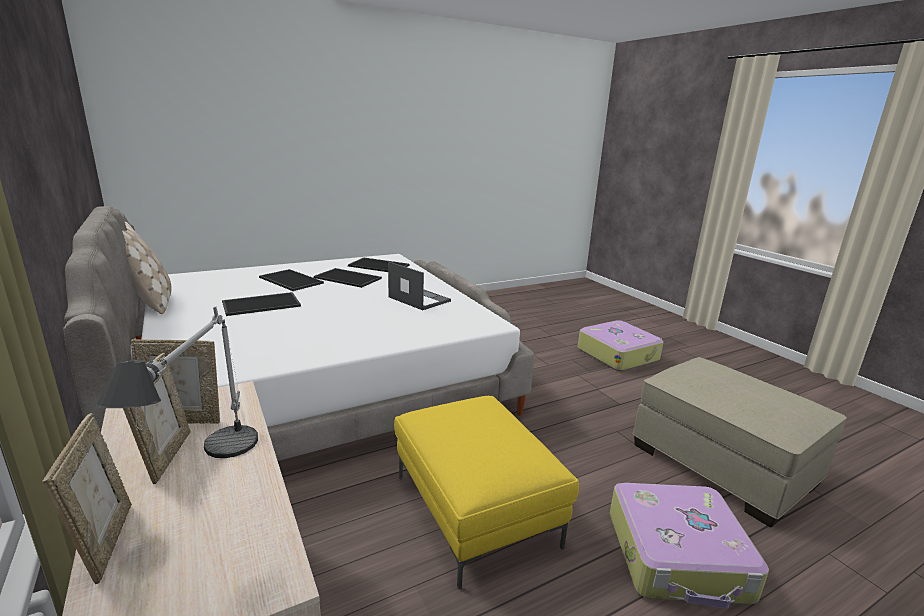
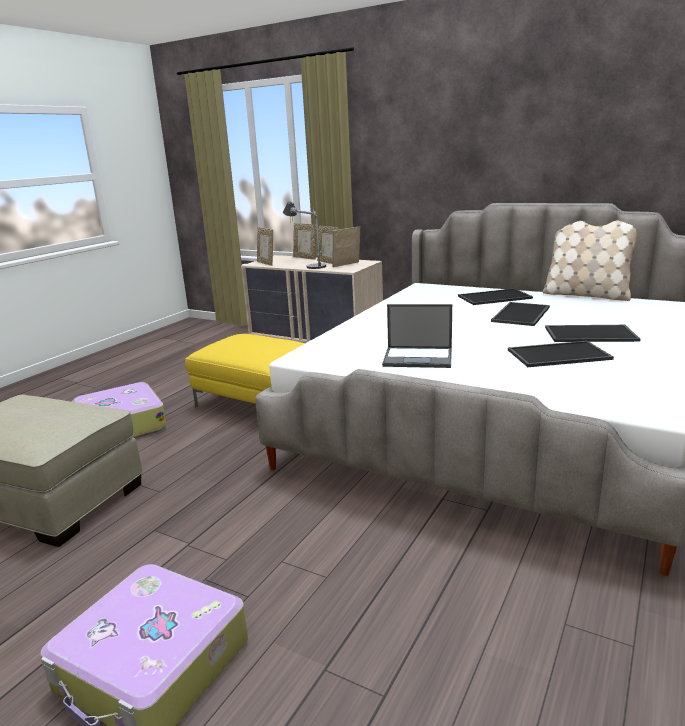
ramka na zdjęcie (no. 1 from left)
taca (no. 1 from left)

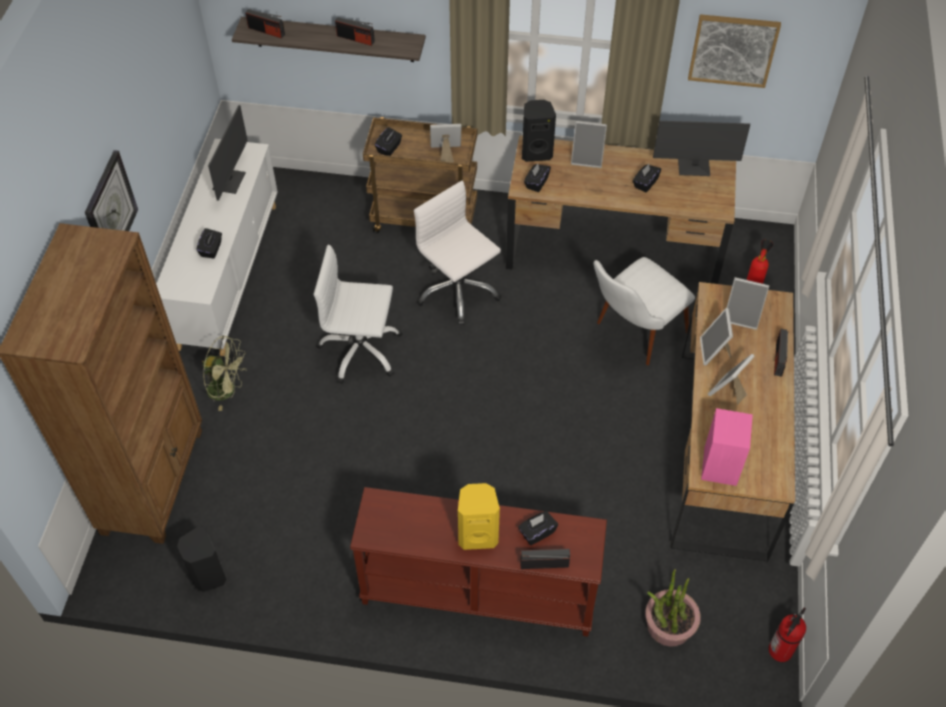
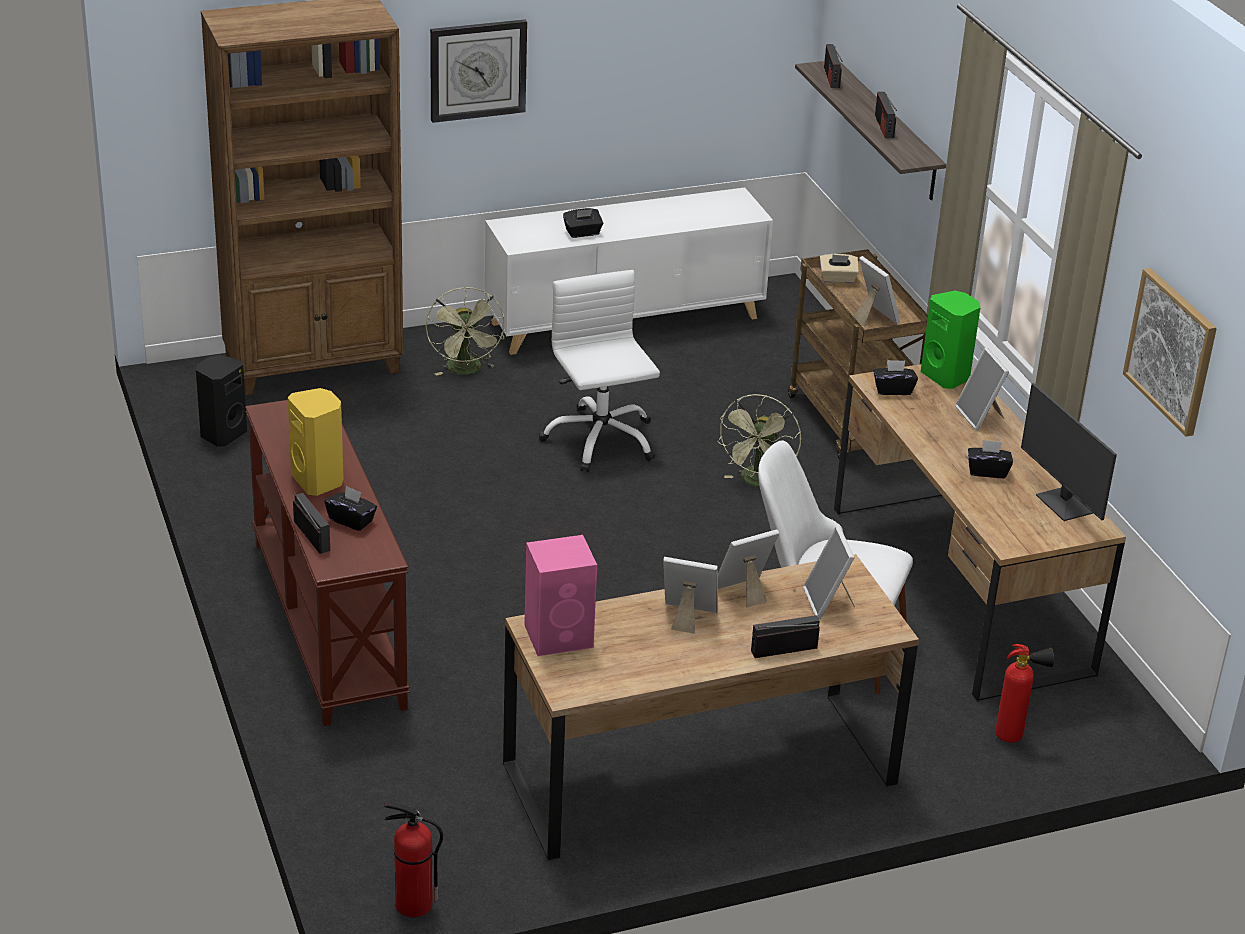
wentylator/zielony (no. 2 from left)
pudełko chusteczek/beżowy
głośnik/zielony
monitor (no. 1 from left in the first image)
roślina doniczkowa

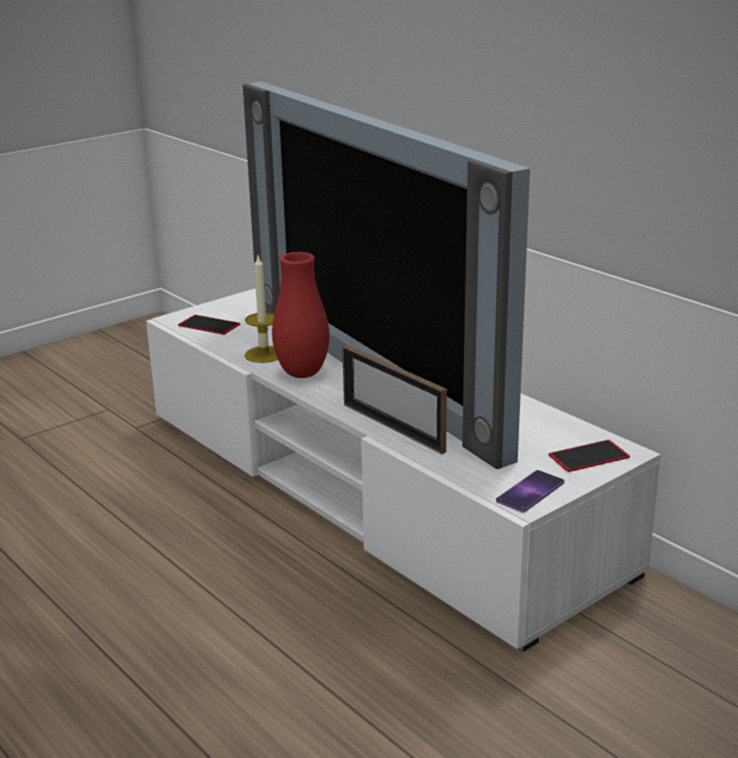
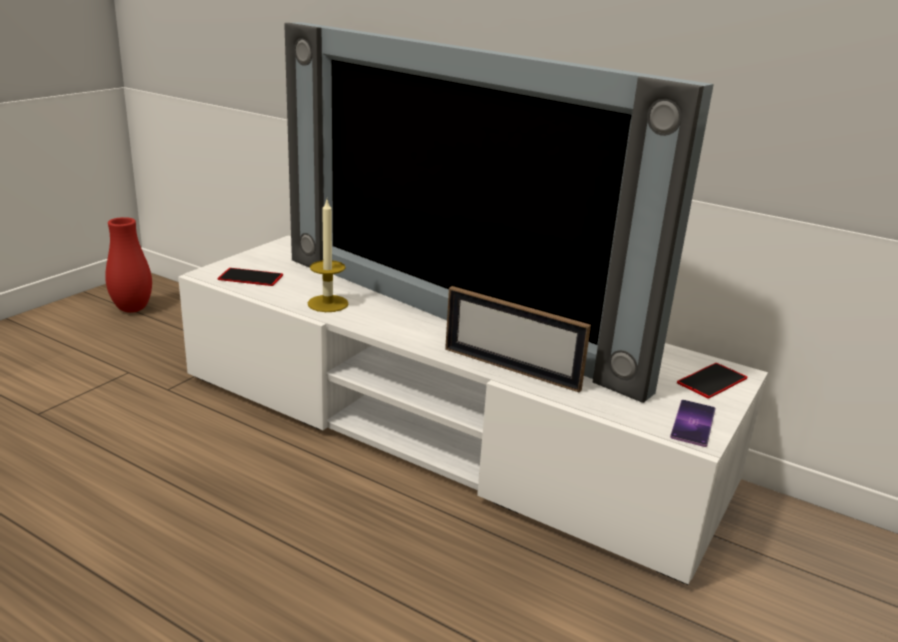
wazon/czerwony

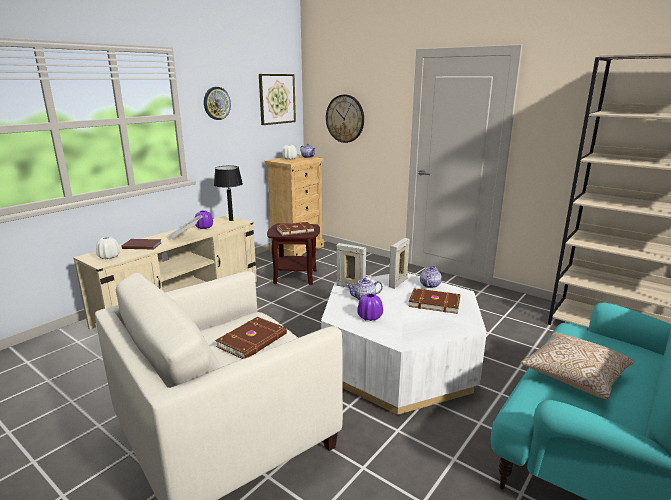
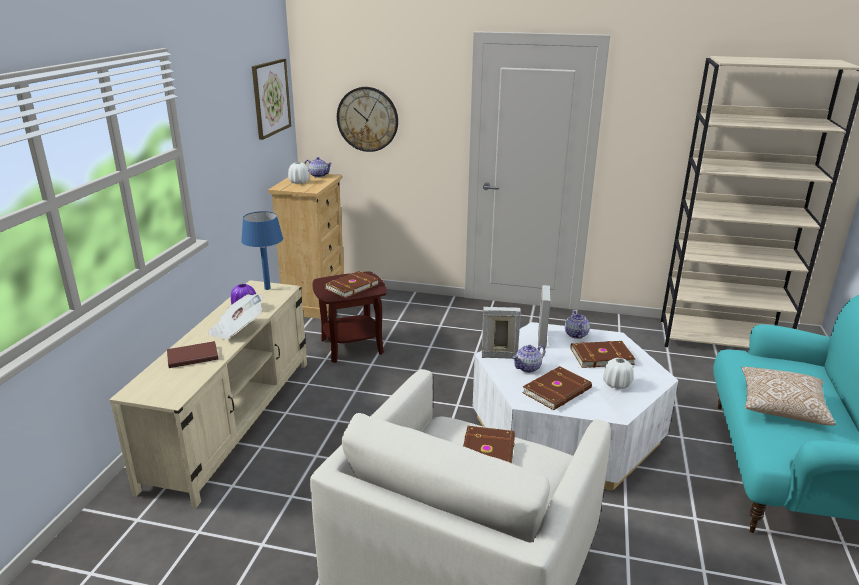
lampa stołowa/niebieski
książka/brązowy (no. 4 from left)
wazon/biały (no. 2 from left)
zegar ścienny (no. 1 from left in the first image)

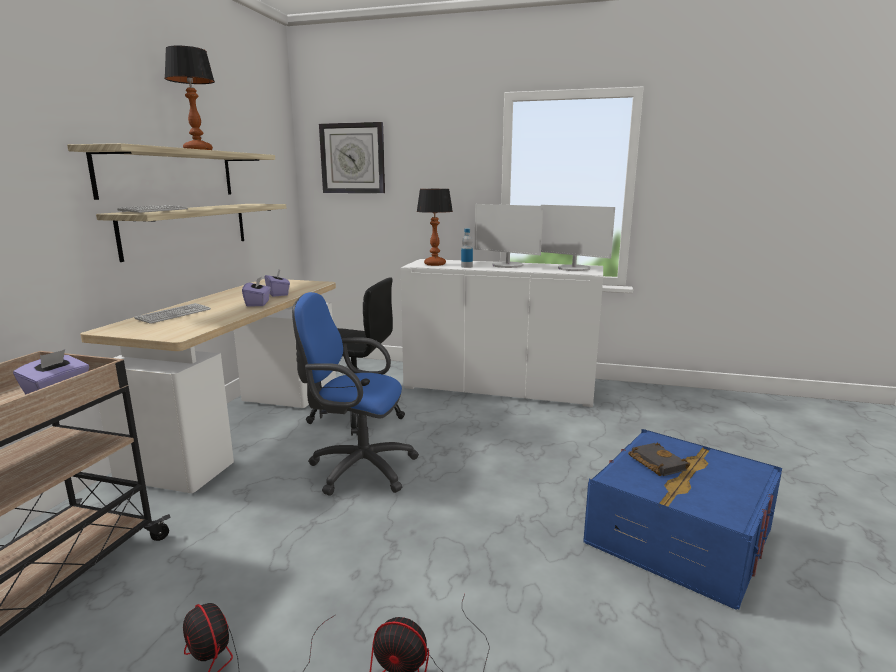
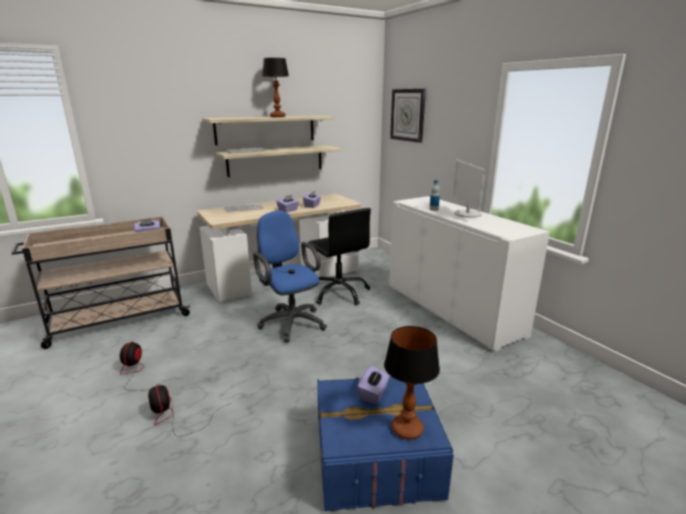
pudełko chusteczek/fioletowy (no. 4 from left)
lampa stołowa (no. 2 from left)
monitor (no. 2 from left in the first image)

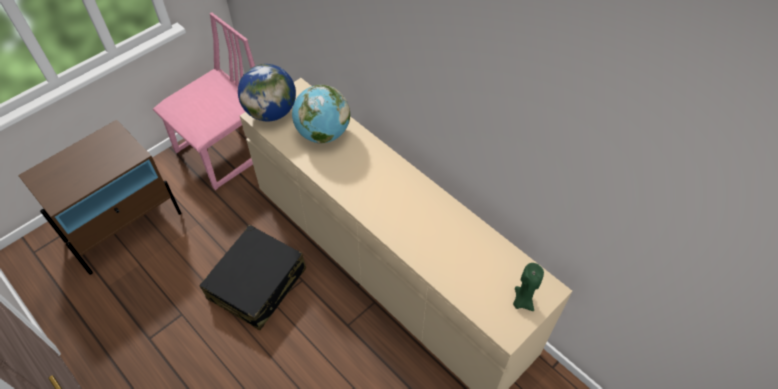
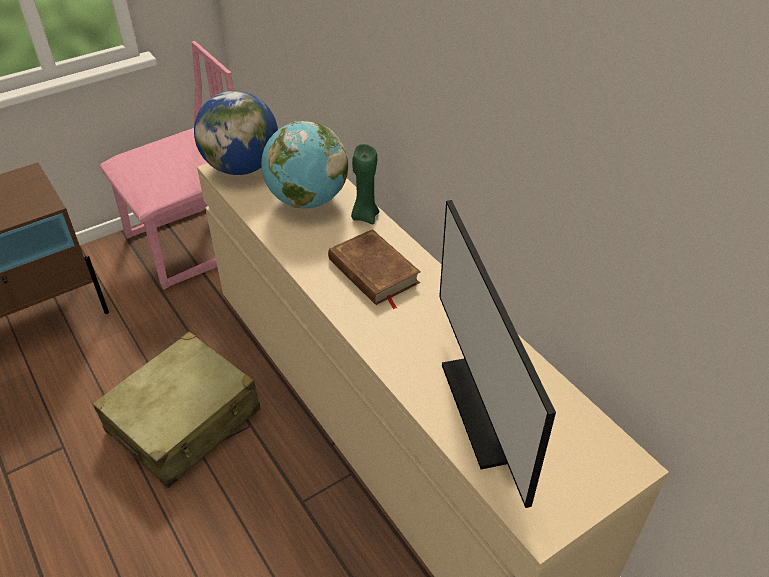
walizka/beżowy
książka/brązowy
świeca/zielony
monitor

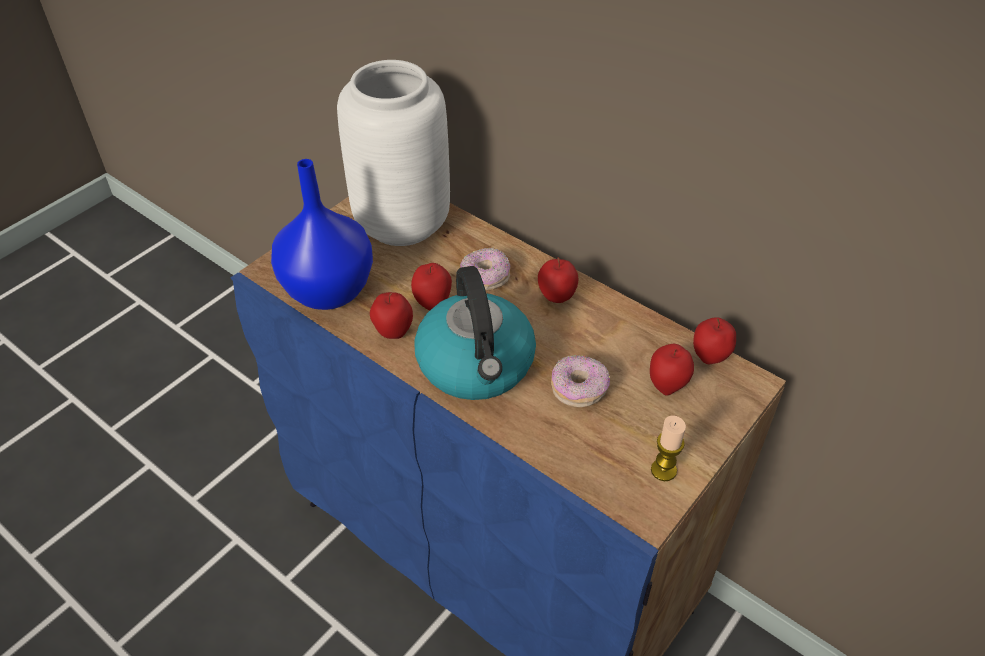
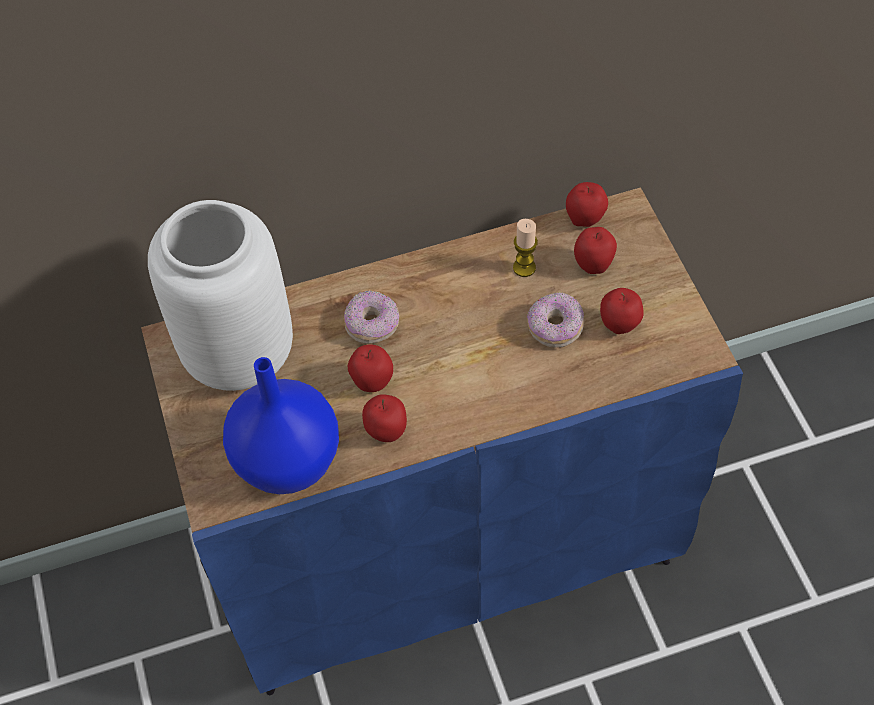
świeca
jabłko (no. 5 from left)
czajnik

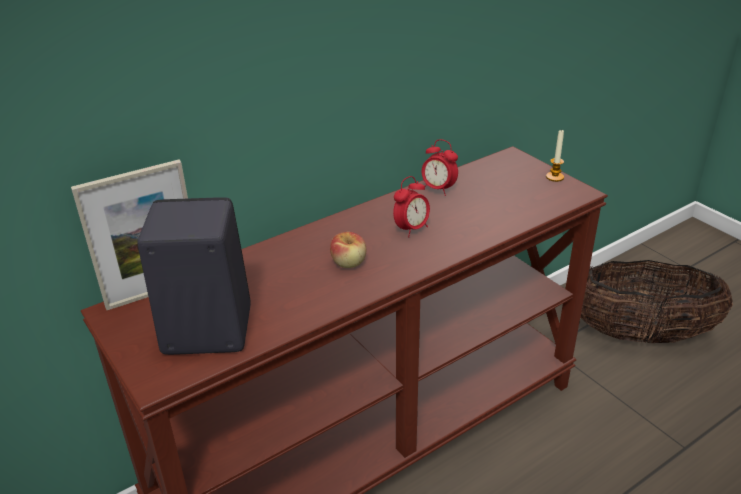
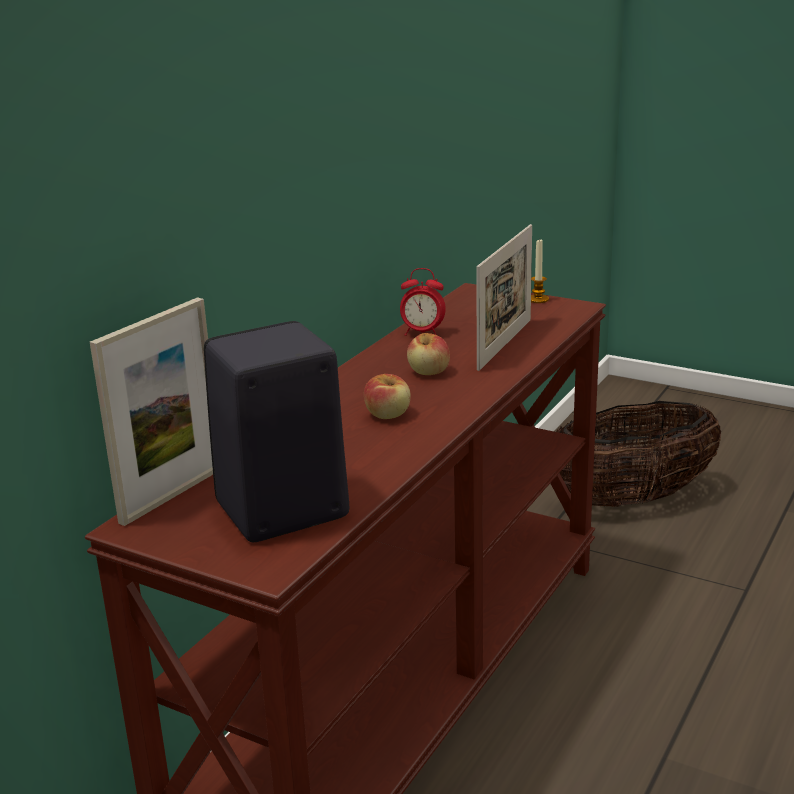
jabłko (no. 2 from left)
ramka na zdjęcie (no. 2 from left)

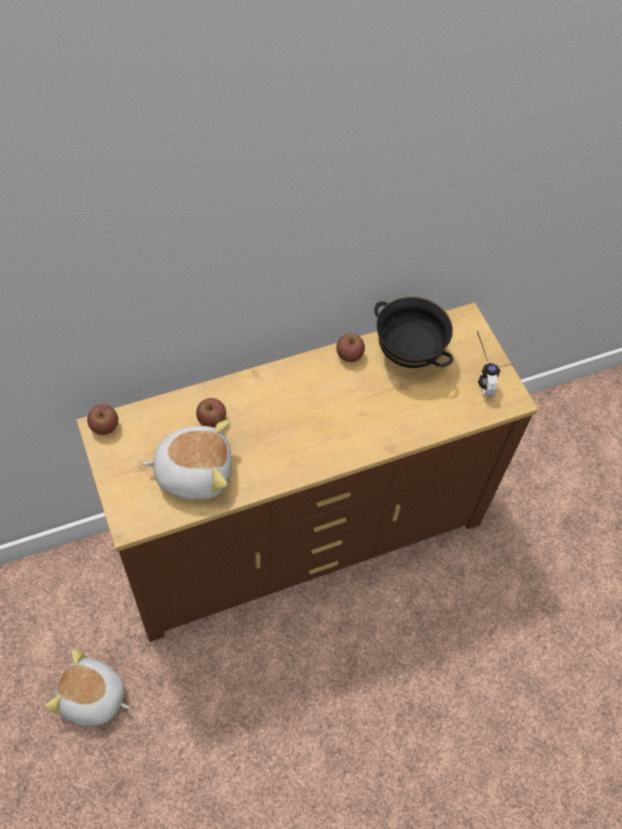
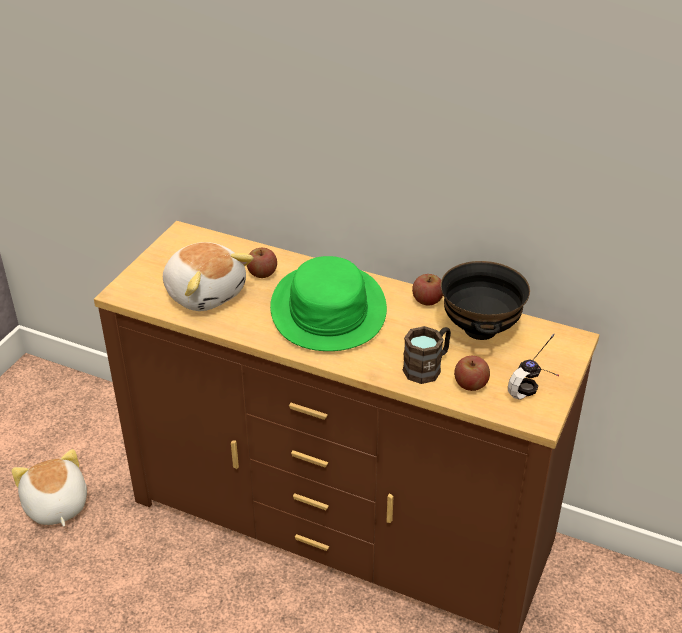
kapelusz/zielony
kubek/brązowy
jabłko (no. 3 from left)

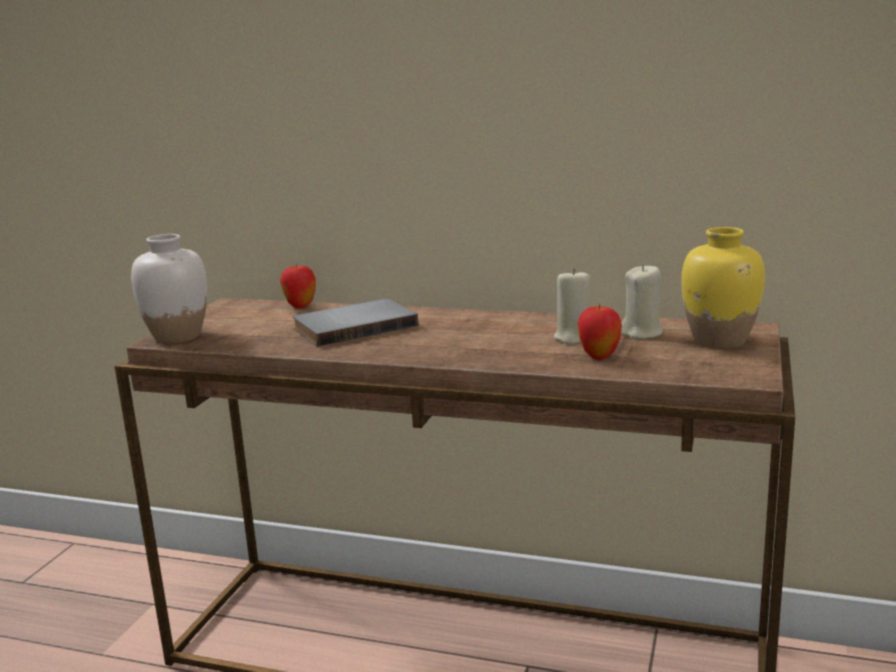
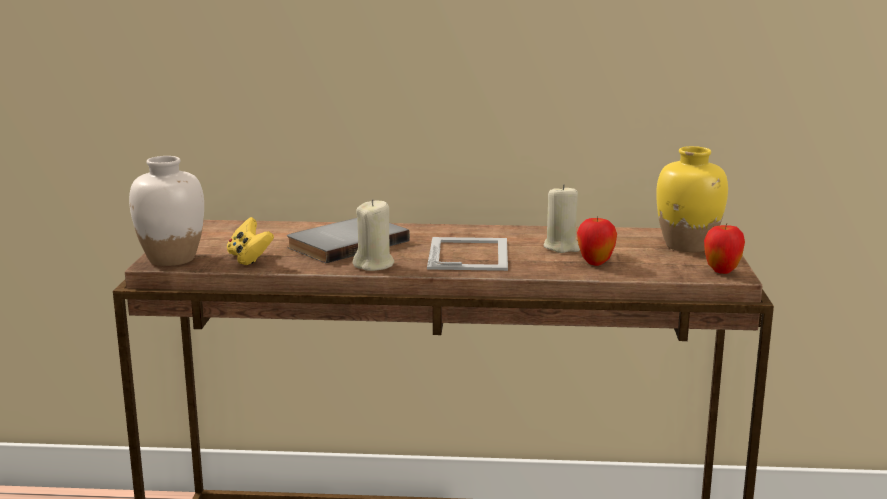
pad do gier/żółty
świeca/beżowy (no. 1 from left)
ramka na zdjęcie
jabłko (no. 2 from left)

